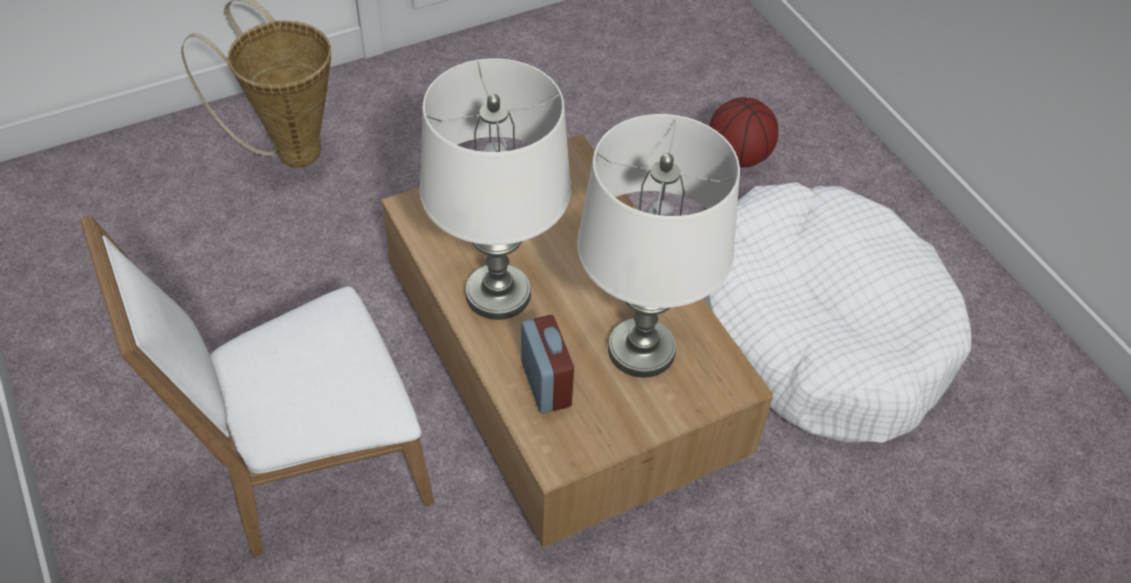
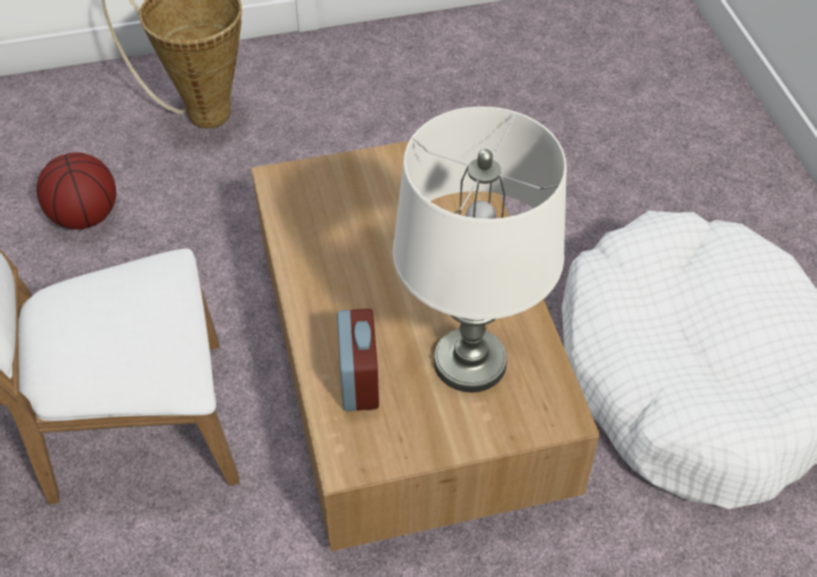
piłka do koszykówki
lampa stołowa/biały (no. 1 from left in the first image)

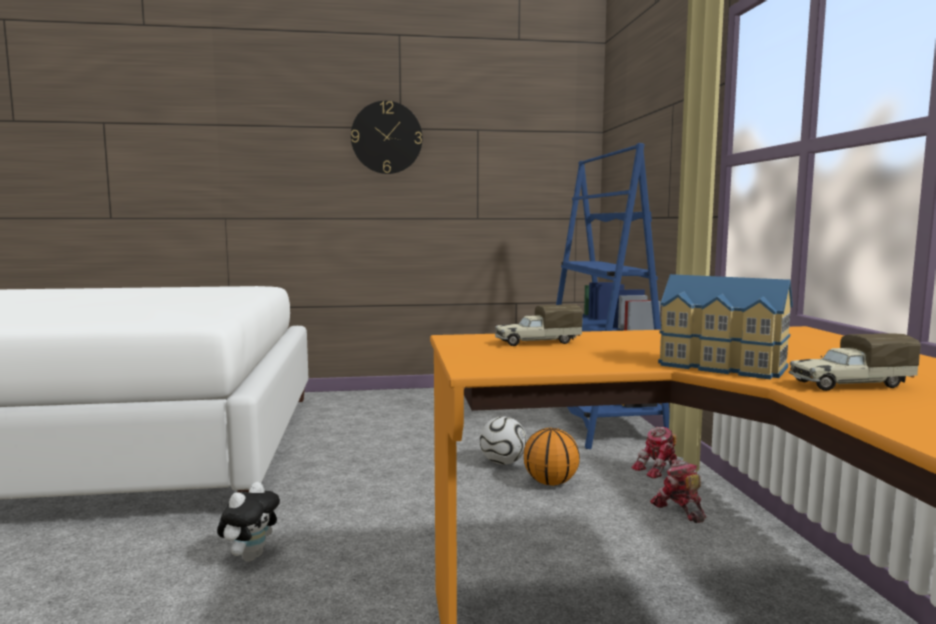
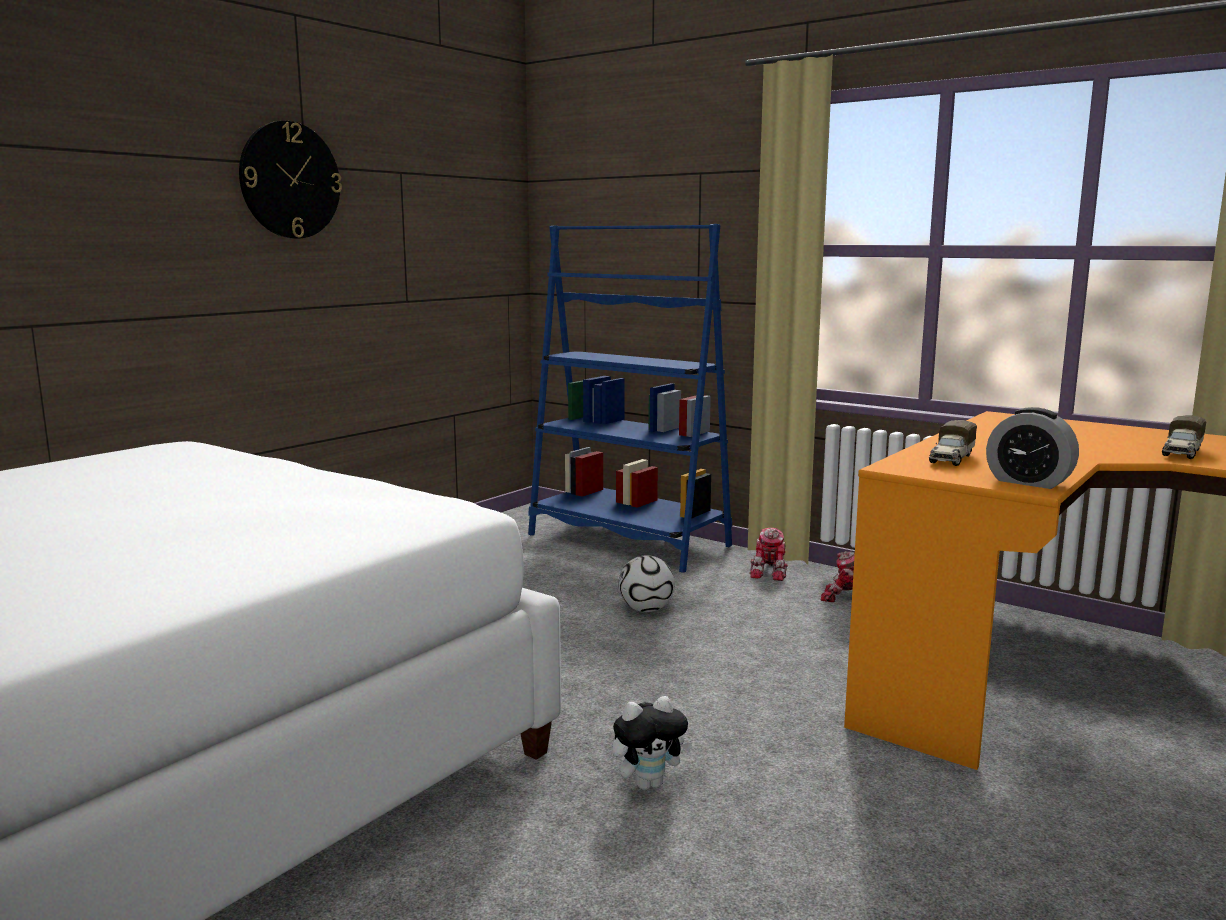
pluszak
budzik
piłka do koszykówki
domek

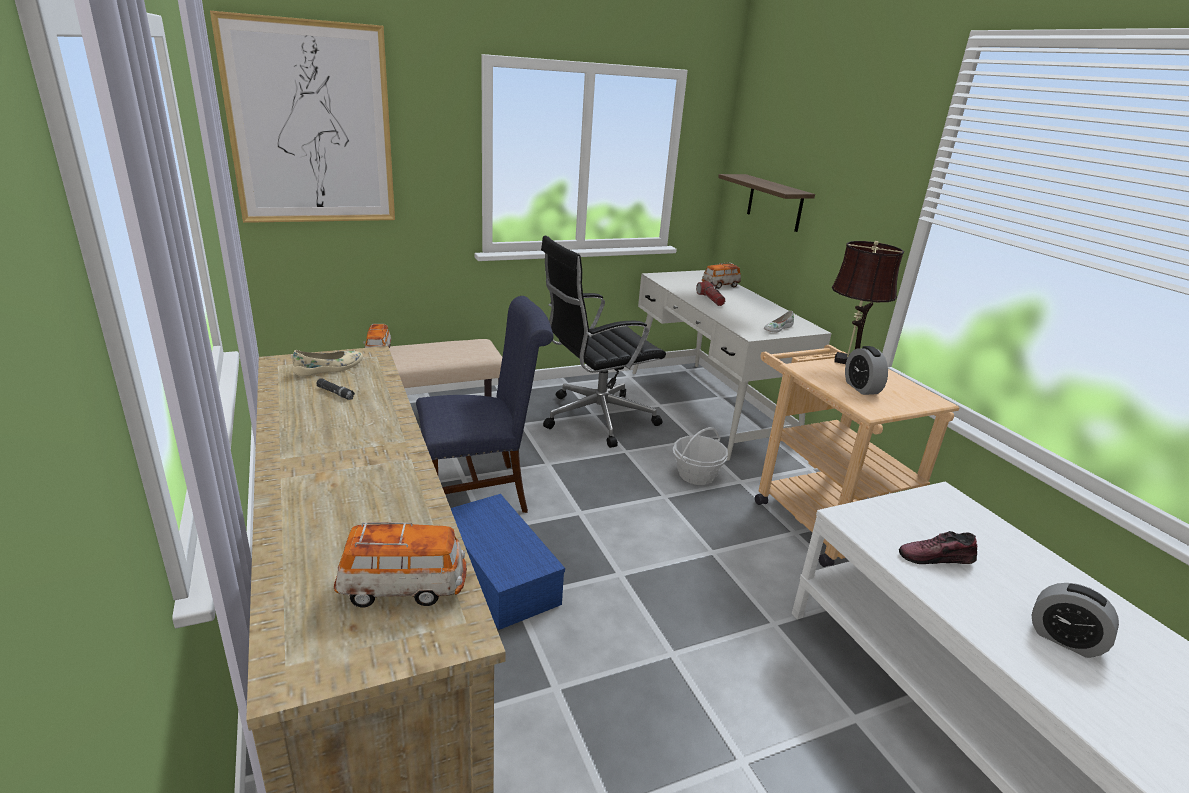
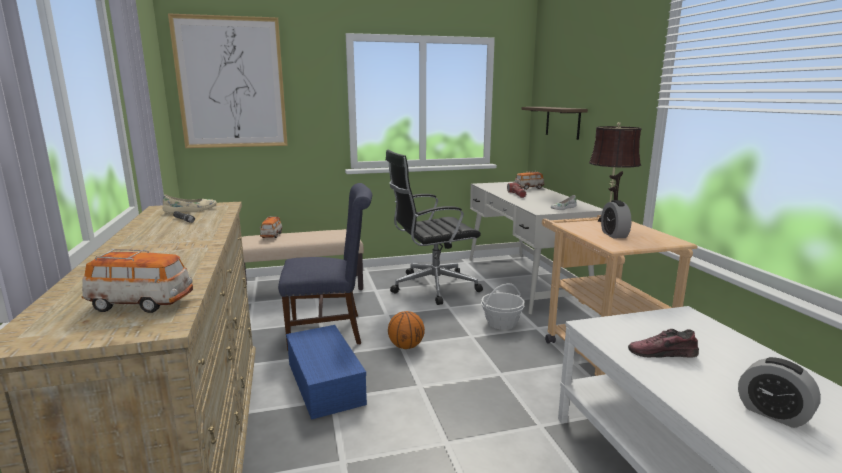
piłka do koszykówki

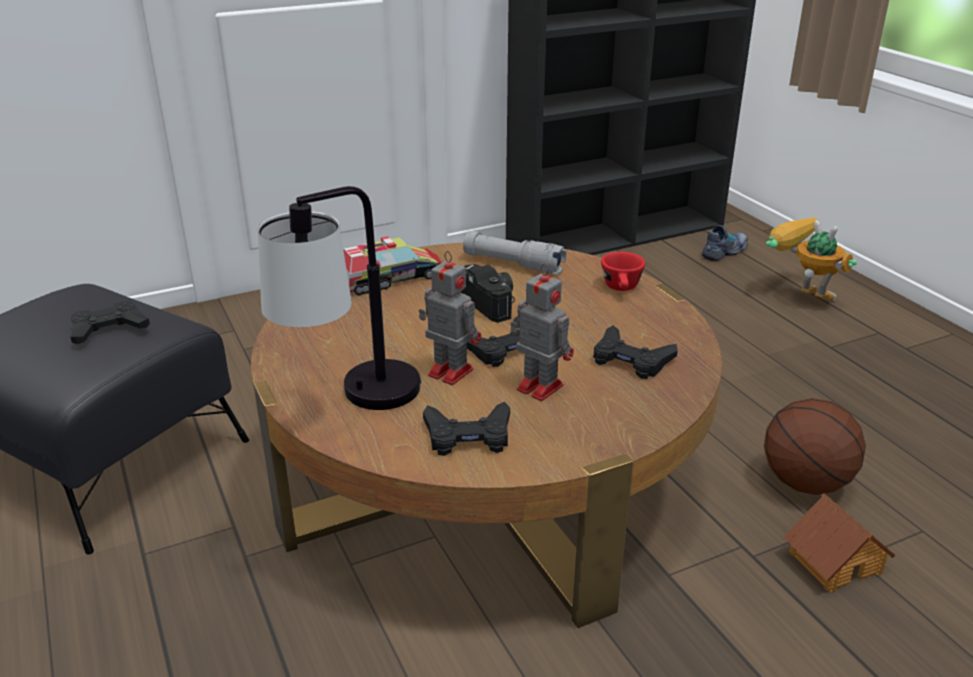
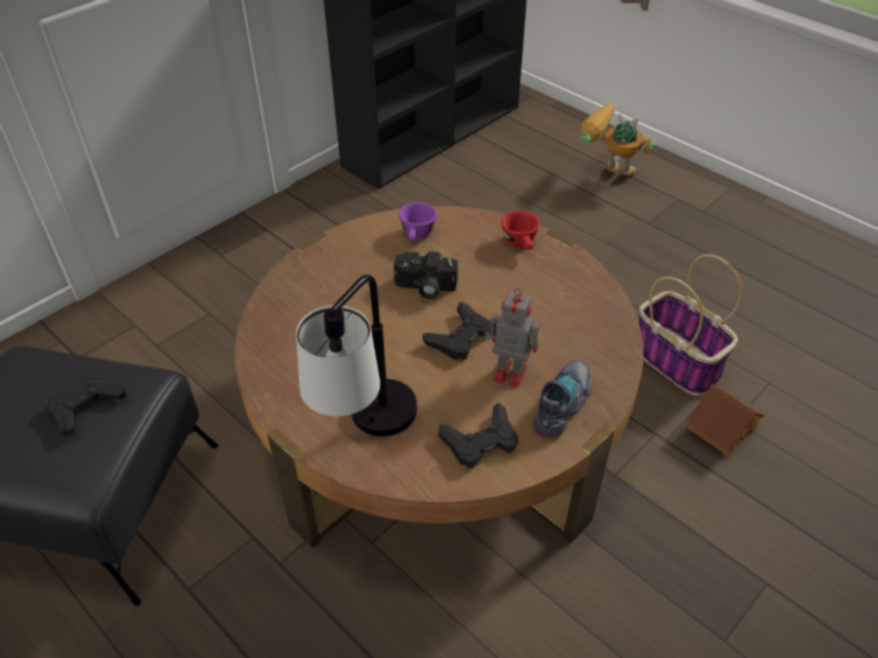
aparat fotograficzny
filiżanka/fioletowy
but
koszyk
ciężarówka zabawkowa
robot zabawkowy (no. 1 from left in the first image)
pad do gier/czarny (no. 4 from left in the first image)

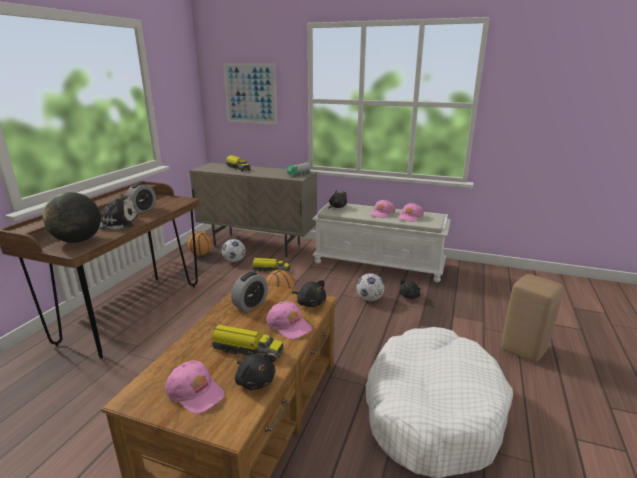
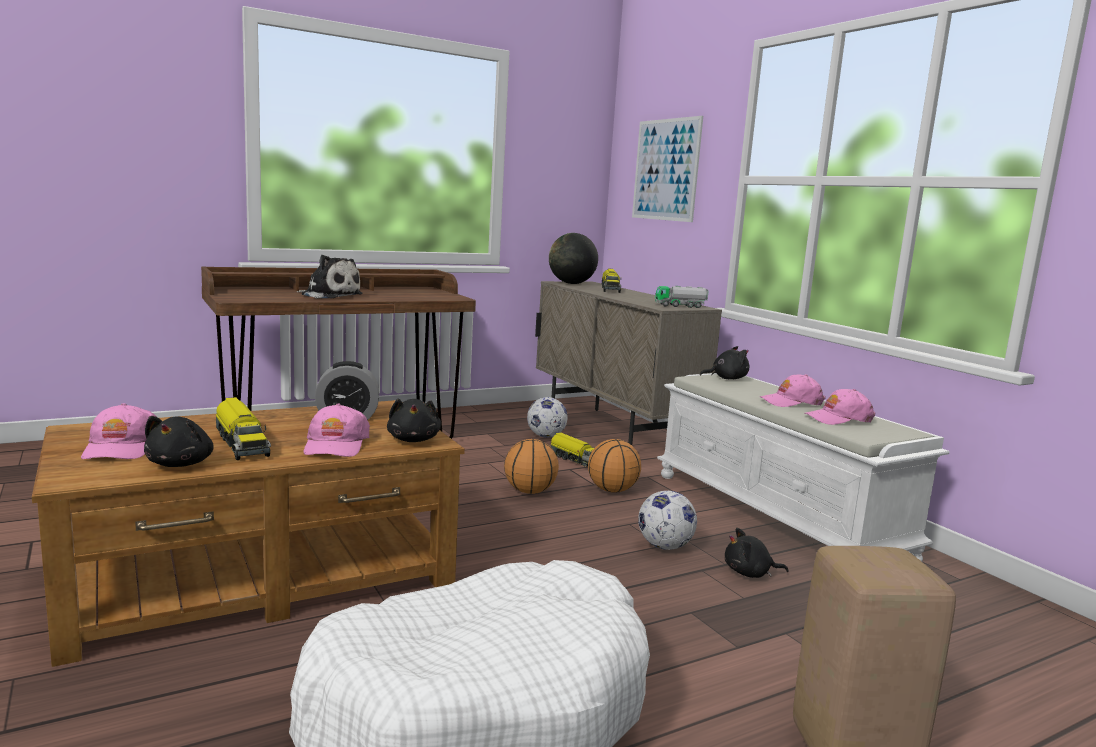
globus
piłka do koszykówki (no. 2 from left)
budzik (no. 1 from left in the first image)

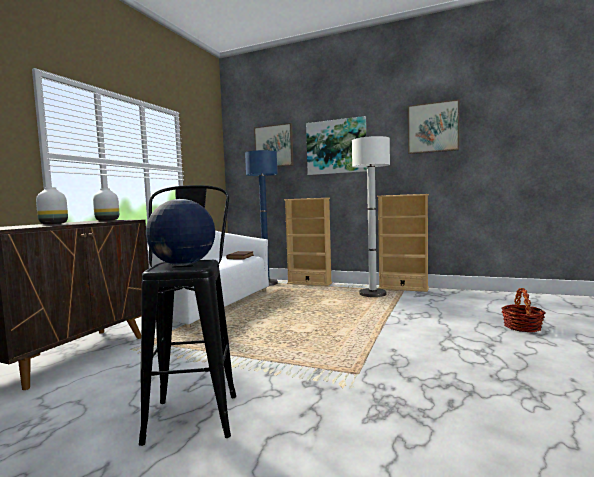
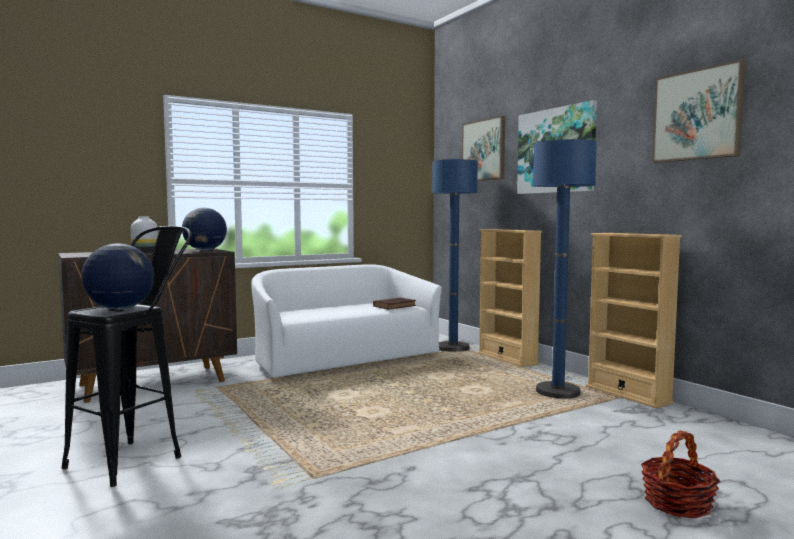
globus (no. 2 from left)
lampa stojąca/niebieski (no. 2 from left)

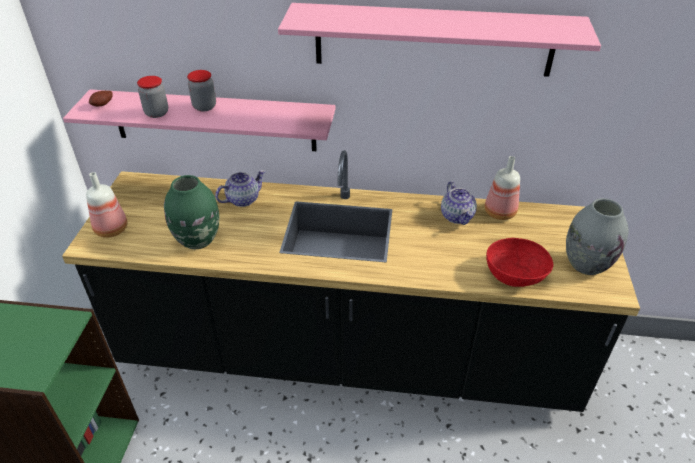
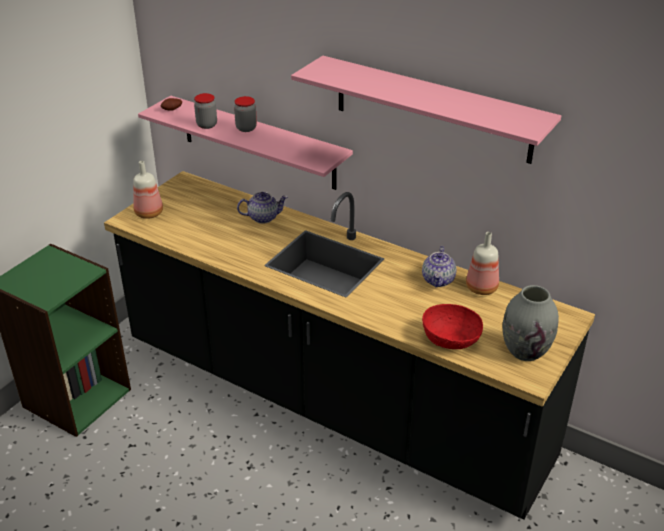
wazon/zielony

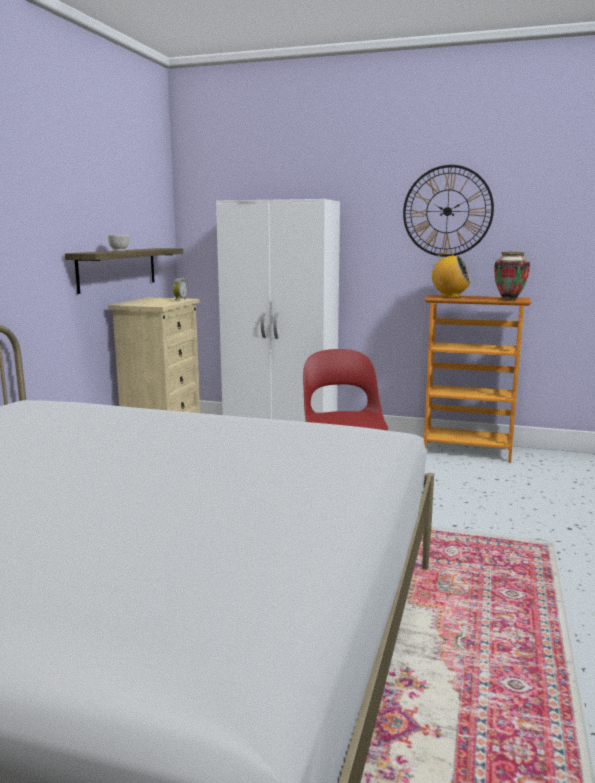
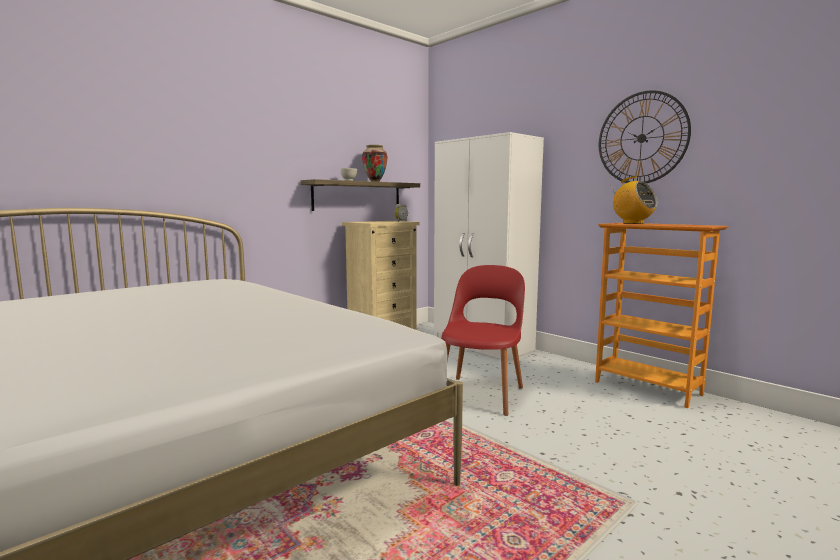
wazon

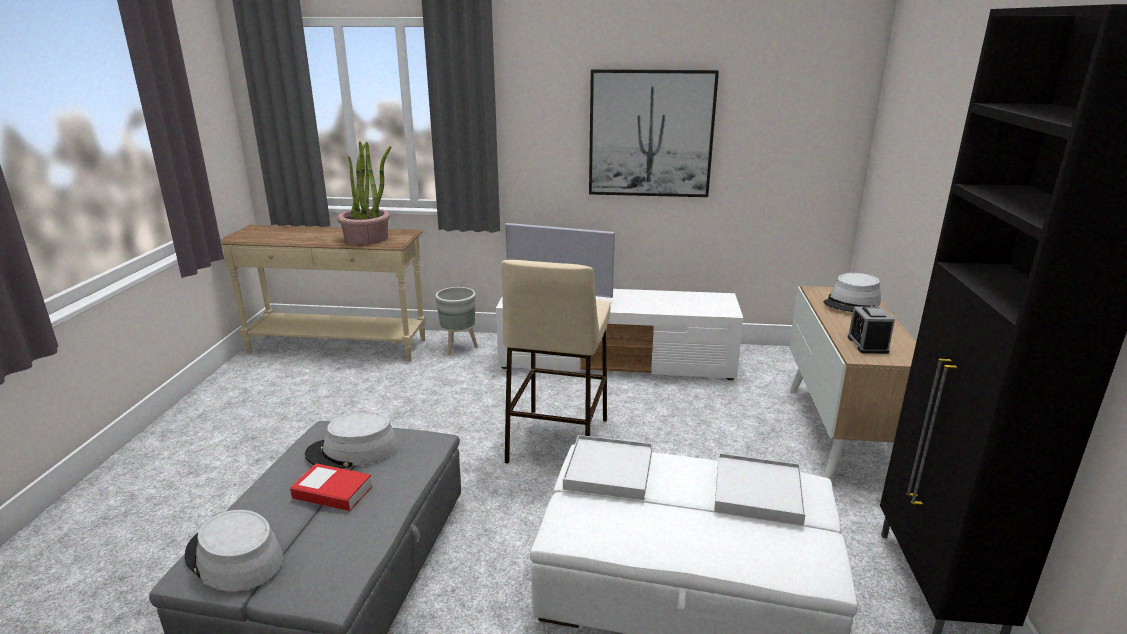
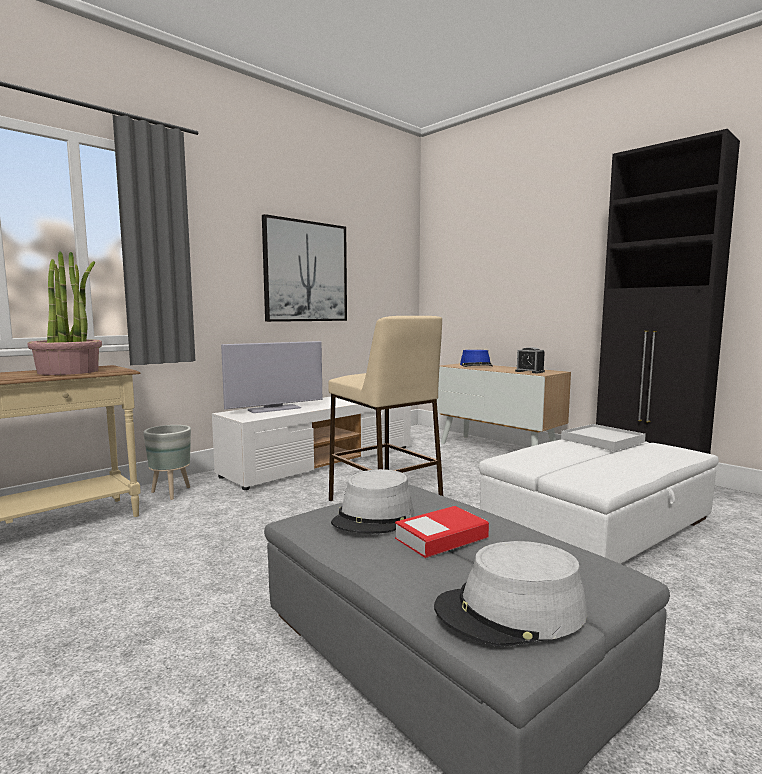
kapelusz/niebieski
taca/biały (no. 1 from left in the first image)

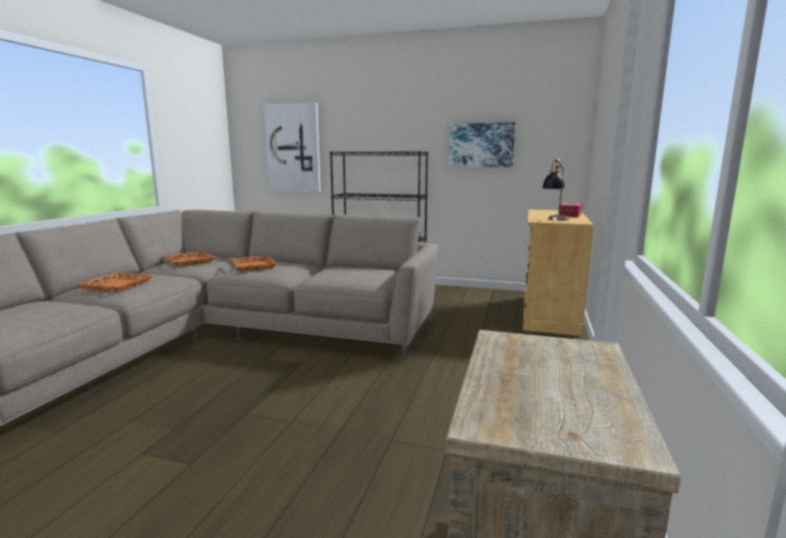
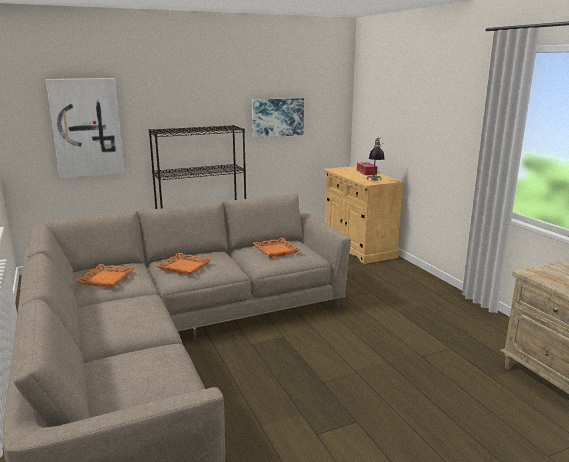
taca/pomarańczowy (no. 3 from left)

